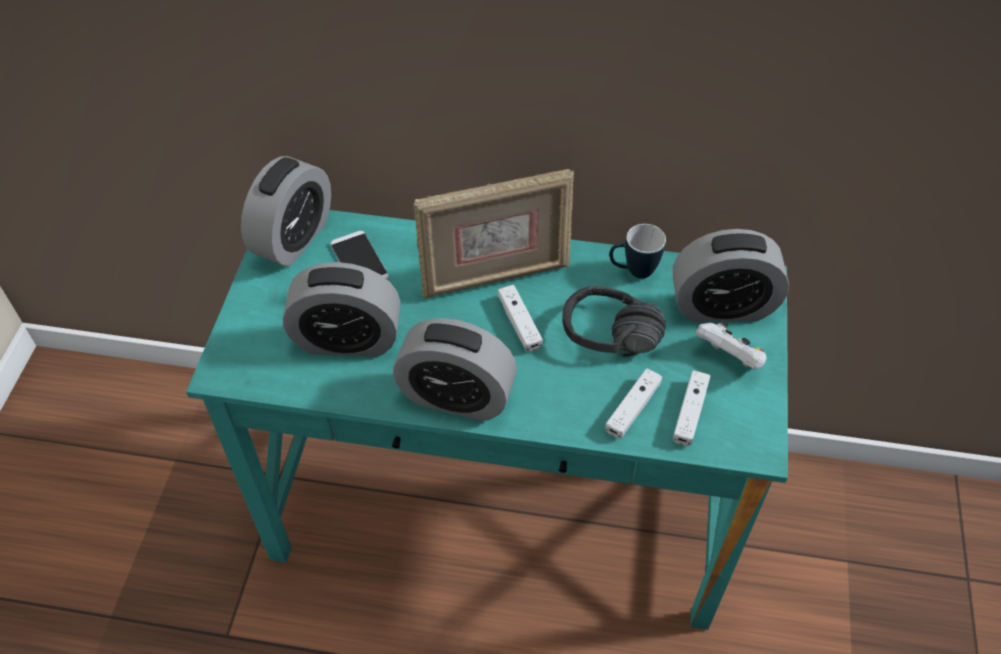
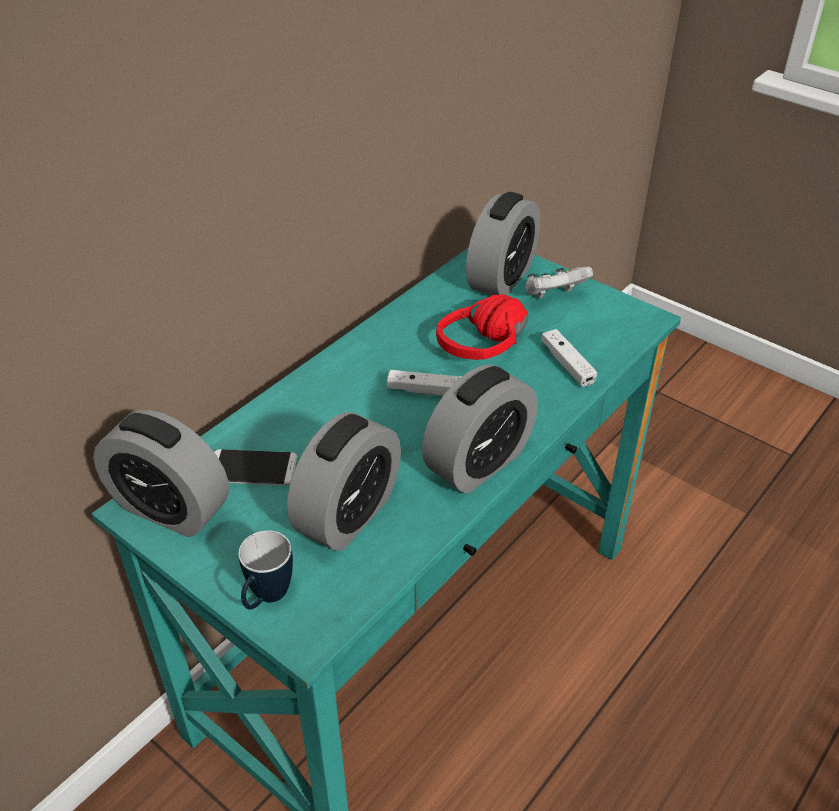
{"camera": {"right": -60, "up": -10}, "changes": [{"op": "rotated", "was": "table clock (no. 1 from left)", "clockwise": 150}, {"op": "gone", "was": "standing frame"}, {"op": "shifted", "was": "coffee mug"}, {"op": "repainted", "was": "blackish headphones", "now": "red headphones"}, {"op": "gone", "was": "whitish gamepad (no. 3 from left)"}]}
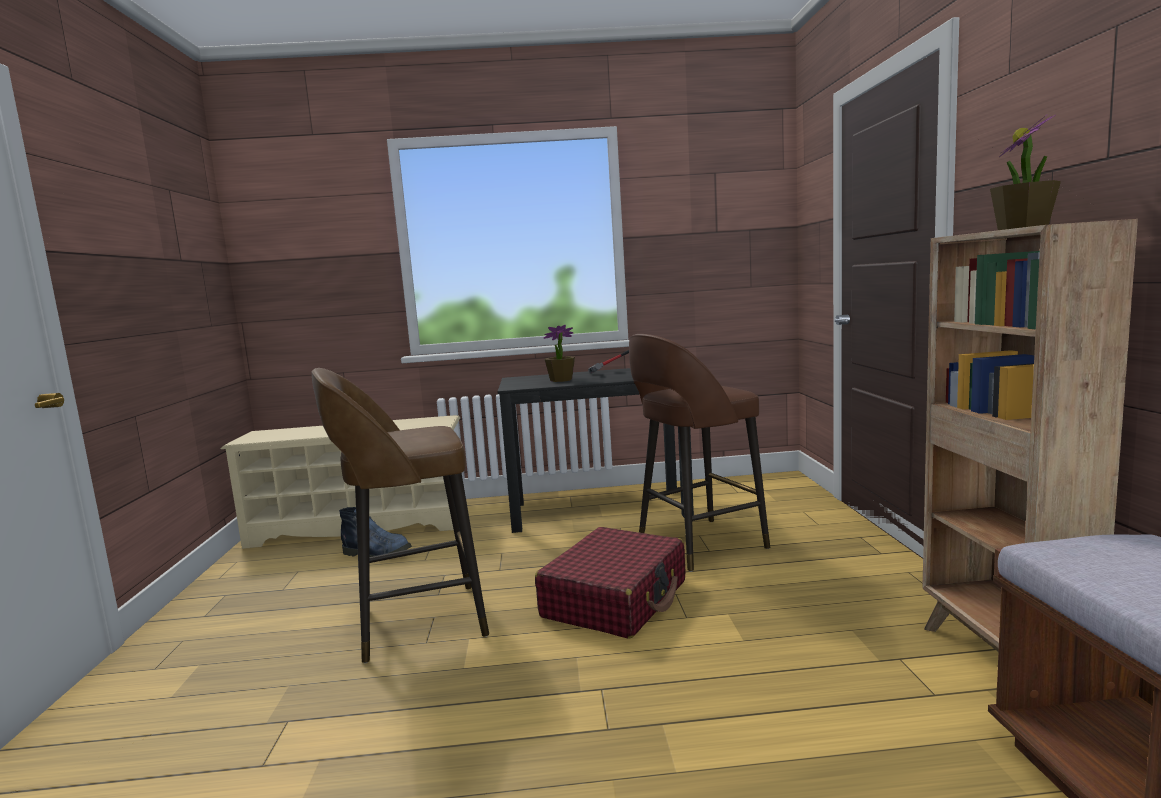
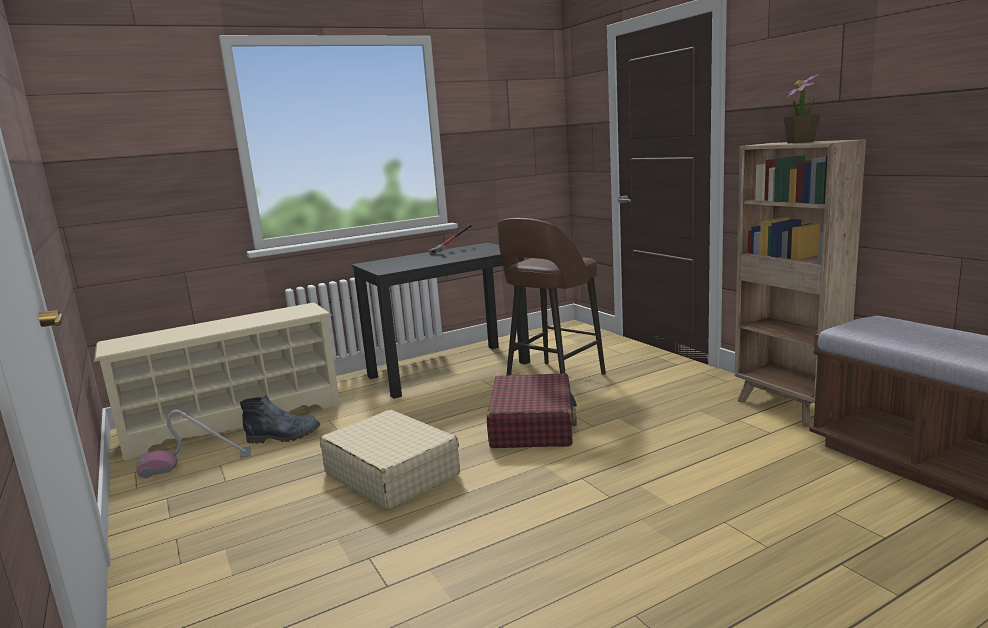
{"camera": {"right": -25, "up": 5}, "changes": [{"op": "gone", "was": "potted plant (no. 1 from left)"}, {"op": "swapped", "was": "brown stool (no. 1 from left)", "now": "beige-coloured travel case"}, {"op": "new", "now": "hoover"}]}
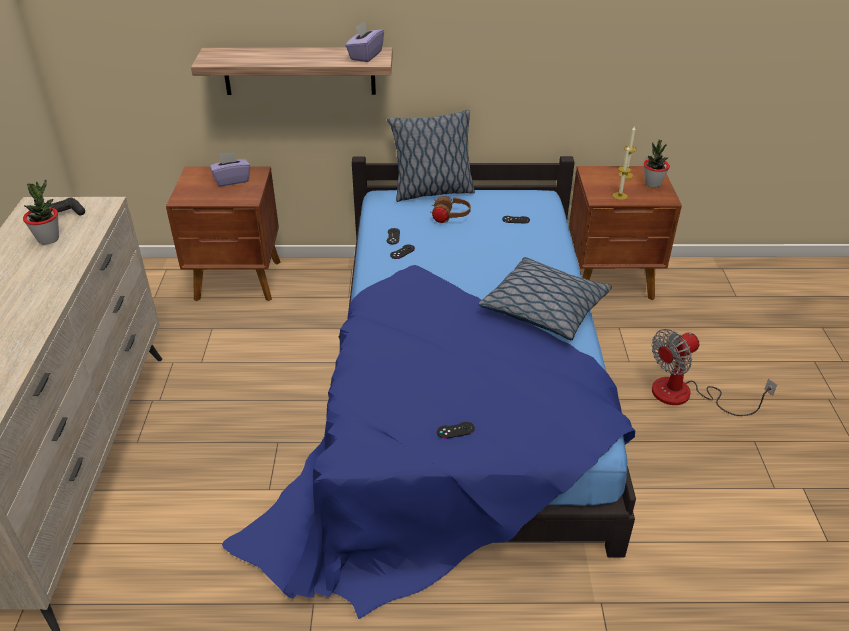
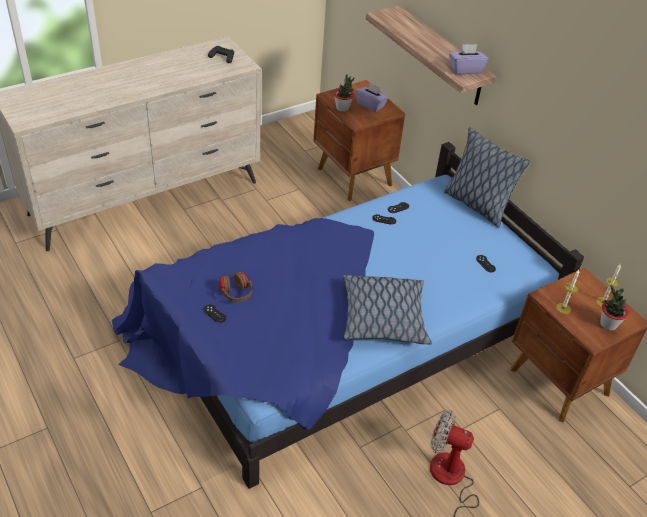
{"camera": {"right": 55, "up": 5}, "changes": [{"op": "shifted", "was": "potted plant (no. 1 from left)"}, {"op": "shifted", "was": "brown headphones"}]}
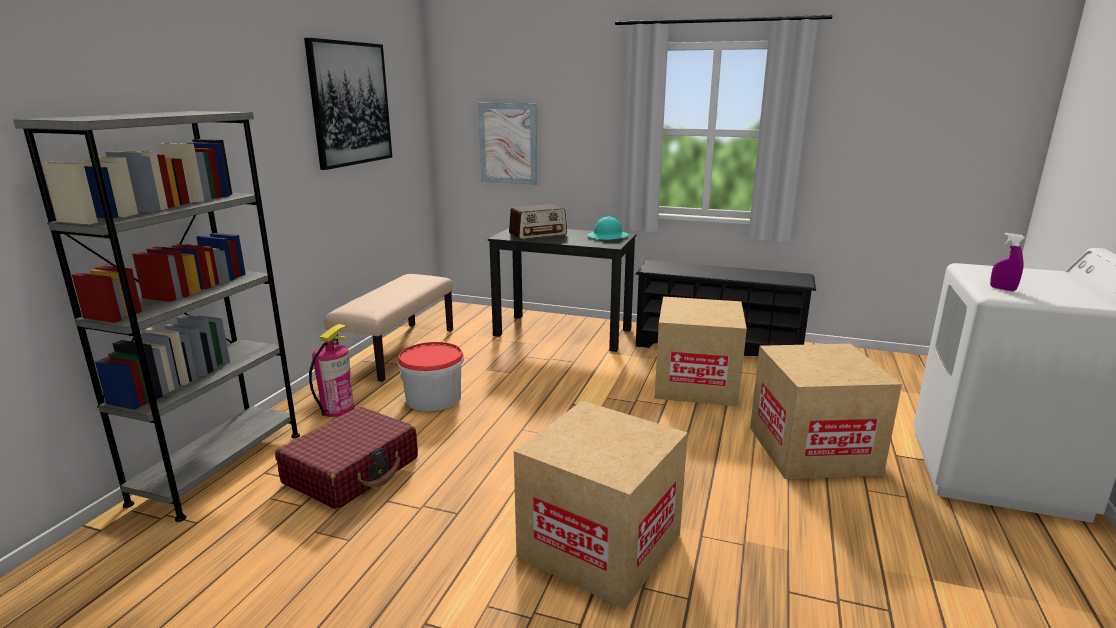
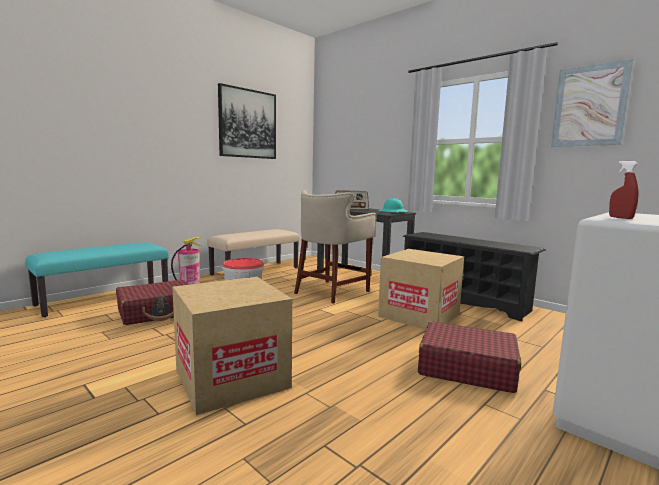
{"camera": {"right": 25, "up": -10}, "changes": [{"op": "shifted", "was": "wall picture (no. 2 from left)"}, {"op": "swapped", "was": "grey bookshelf", "now": "blue-green bench"}, {"op": "repainted", "was": "purple hand sprayer", "now": "red hand sprayer"}, {"op": "swapped", "was": "packing box (no. 3 from left)", "now": "red travel case (no. 2 from left)"}, {"op": "new", "now": "beige-coloured stool"}]}
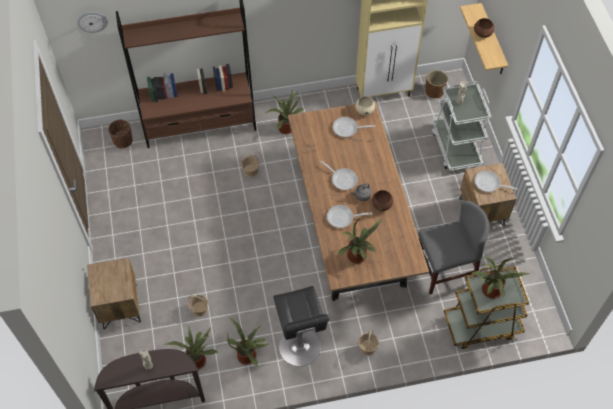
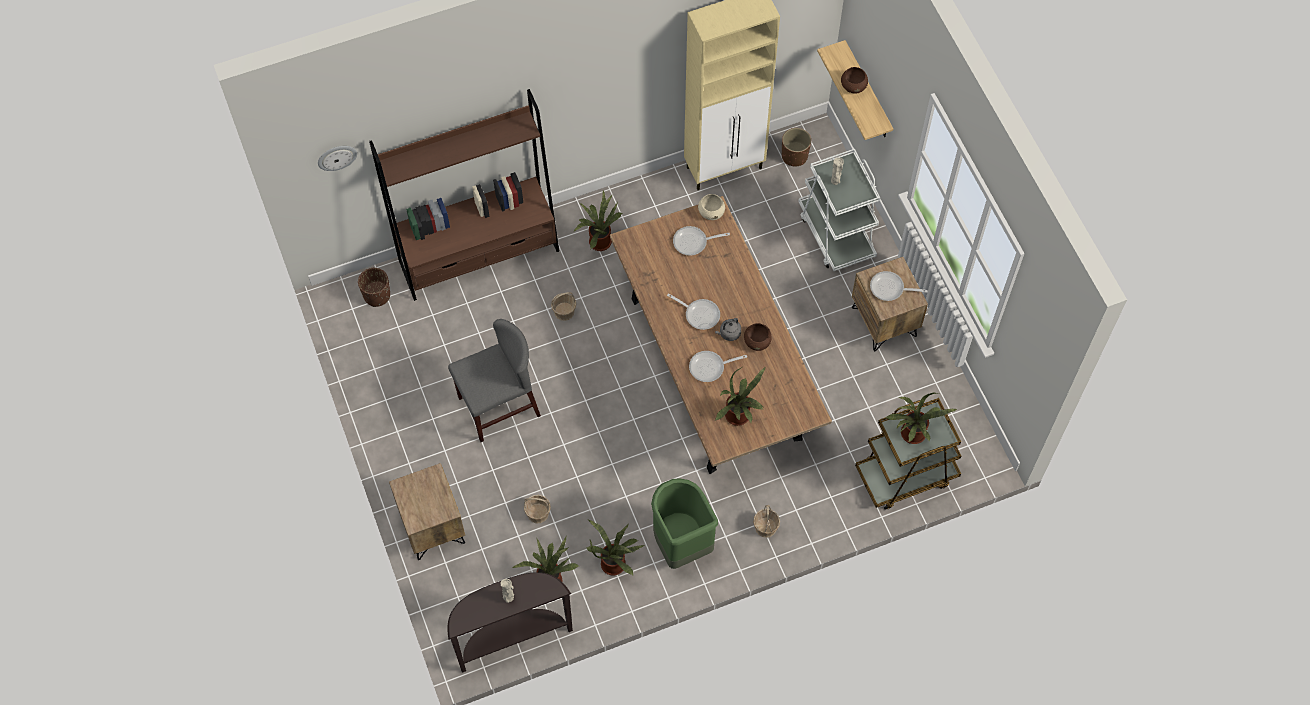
{"camera": {"right": -10, "up": 5}, "changes": [{"op": "shifted", "was": "grey plain chair"}, {"op": "swapped", "was": "blackish stool", "now": "green trash can"}]}
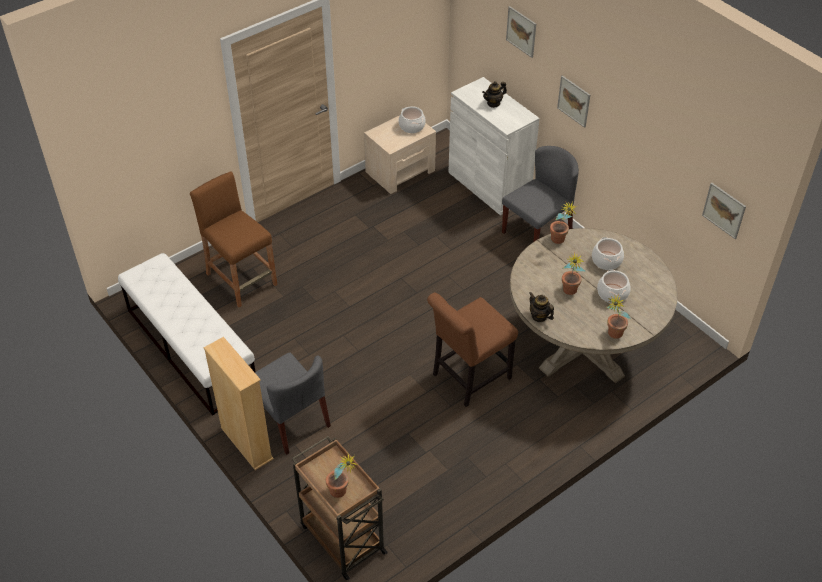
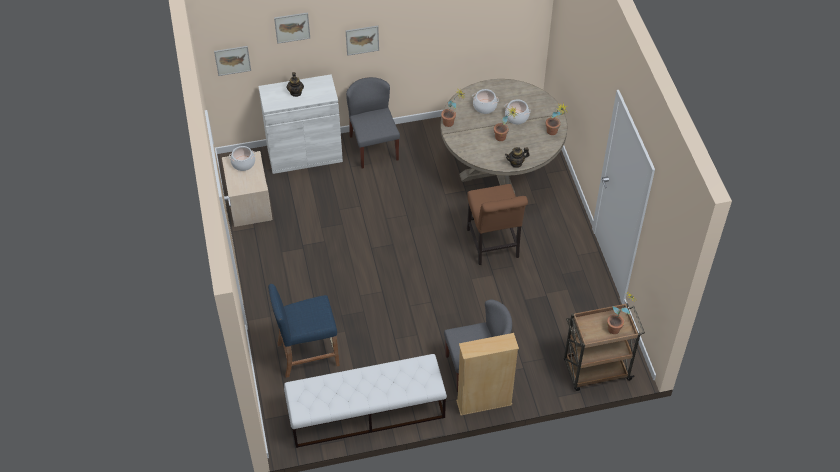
{"camera": {"right": -65, "up": 5}, "changes": [{"op": "repainted", "was": "brown stool", "now": "blue-coloured stool"}, {"op": "shifted", "was": "wall picture (no. 3 from left in the first image)", "now": "wall picture (no. 1 from left)"}]}
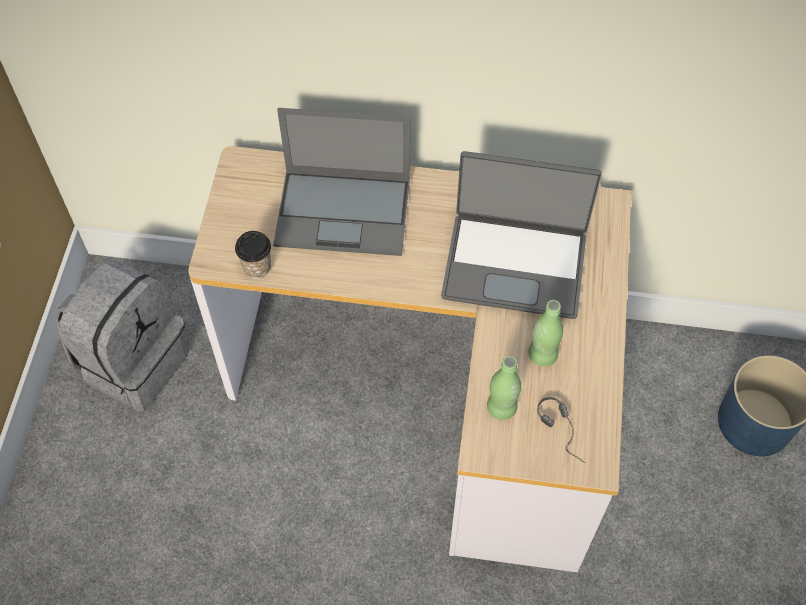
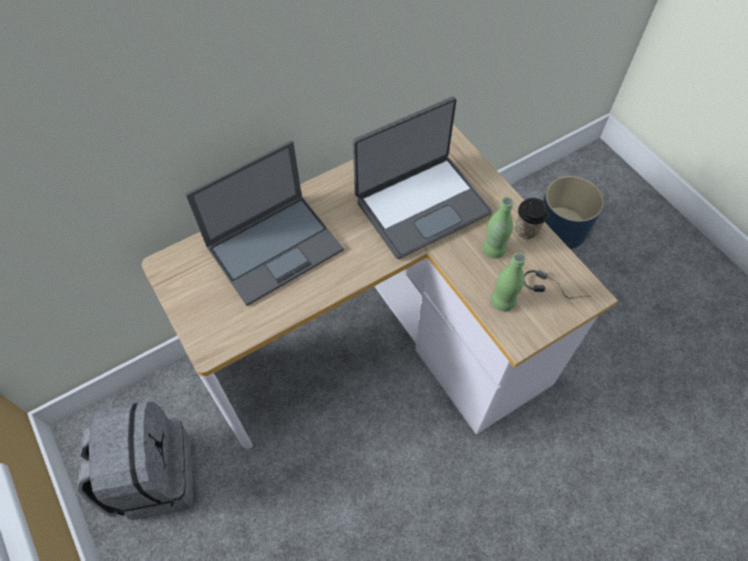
{"camera": {"right": -40, "up": 0}, "changes": [{"op": "shifted", "was": "cup"}]}
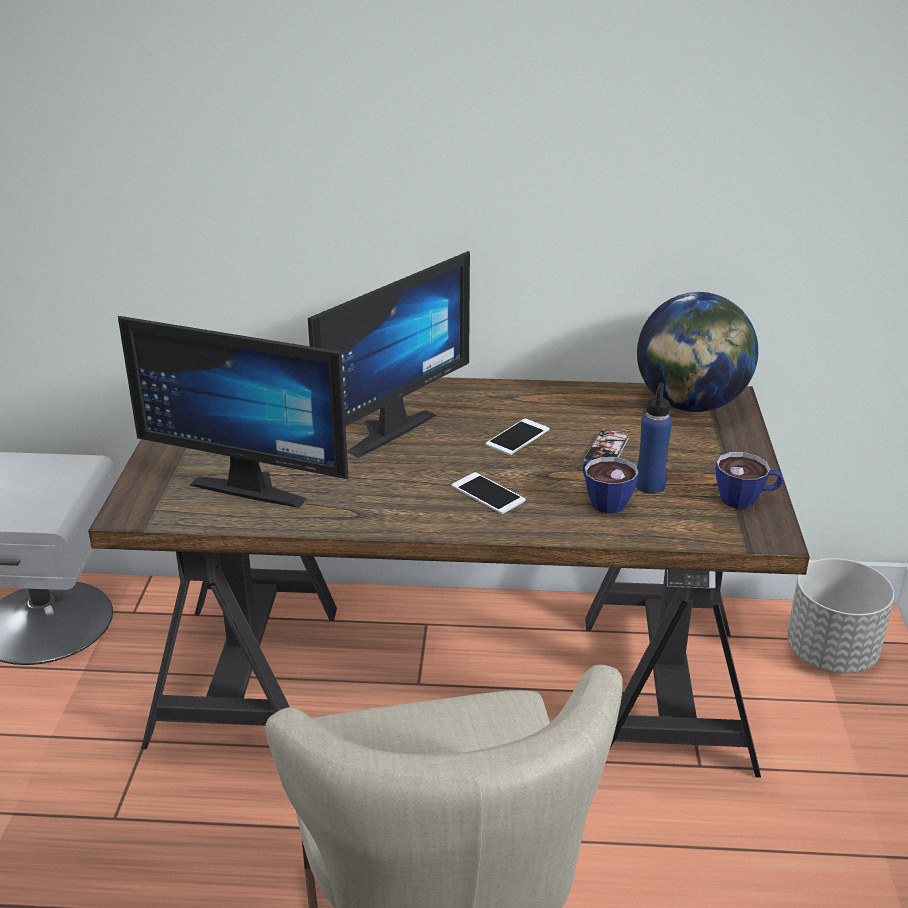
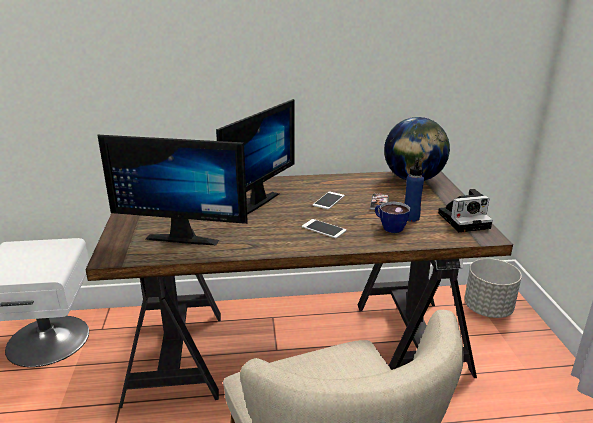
{"camera": {"right": -10, "up": -5}, "changes": [{"op": "swapped", "was": "cup (no. 2 from left)", "now": "still camera"}]}
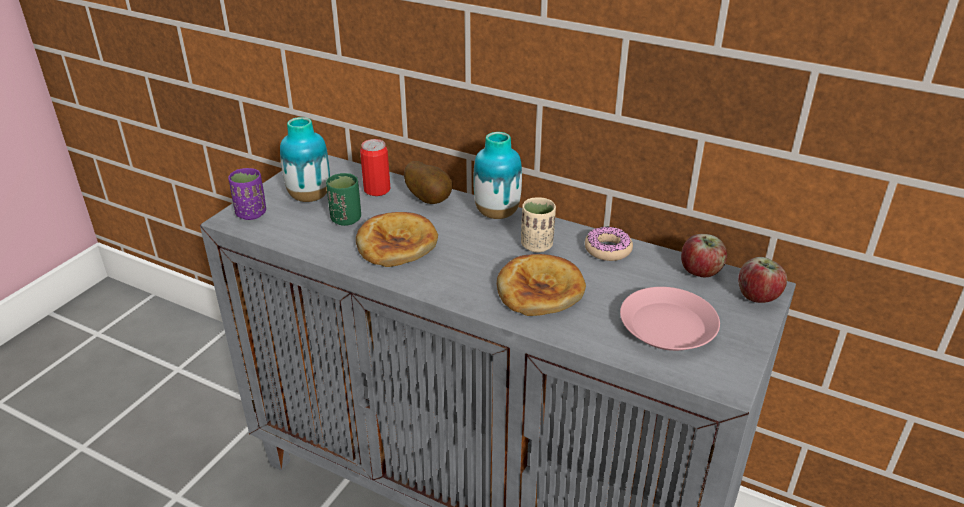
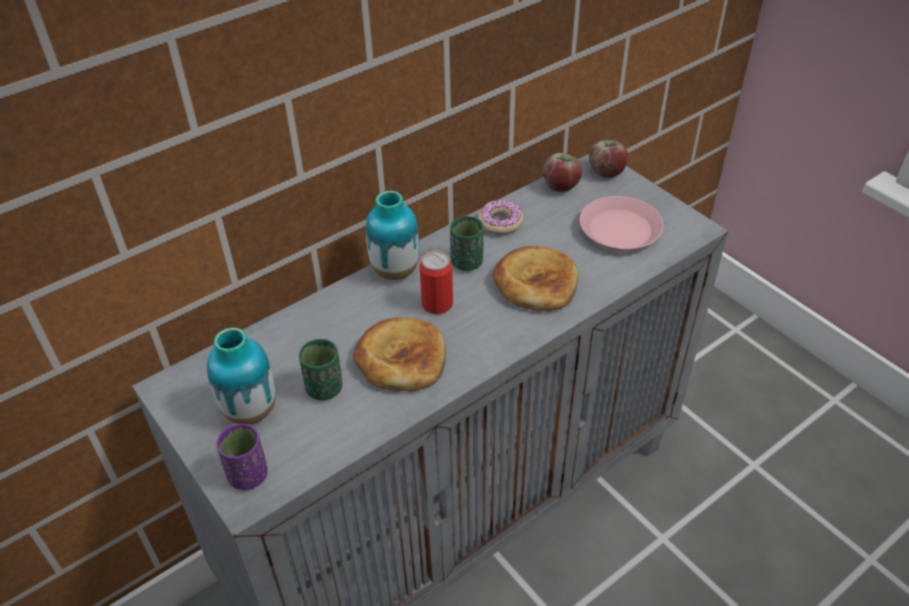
{"camera": {"right": -65, "up": 10}, "changes": [{"op": "shifted", "was": "metal can"}, {"op": "gone", "was": "whole potato"}, {"op": "repainted", "was": "beige-coloured cup", "now": "green cup (no. 2 from left)"}]}
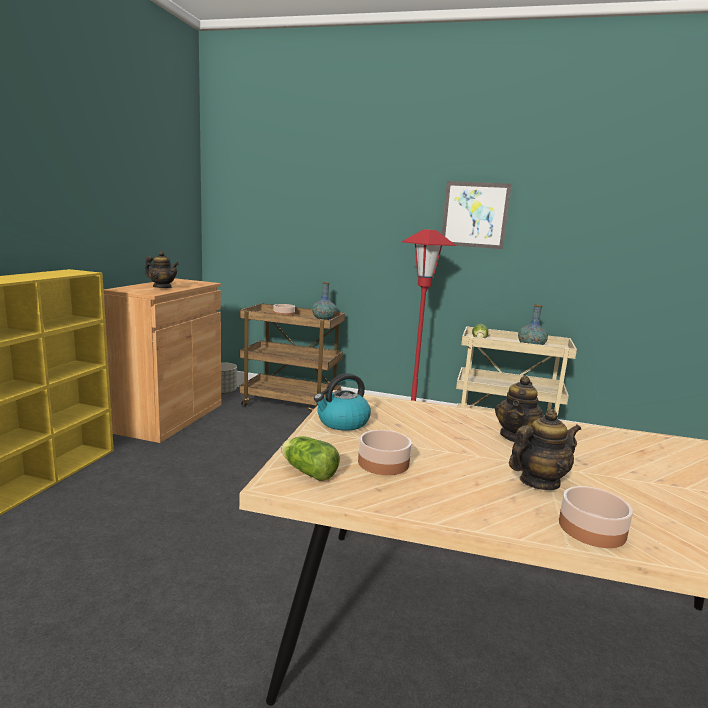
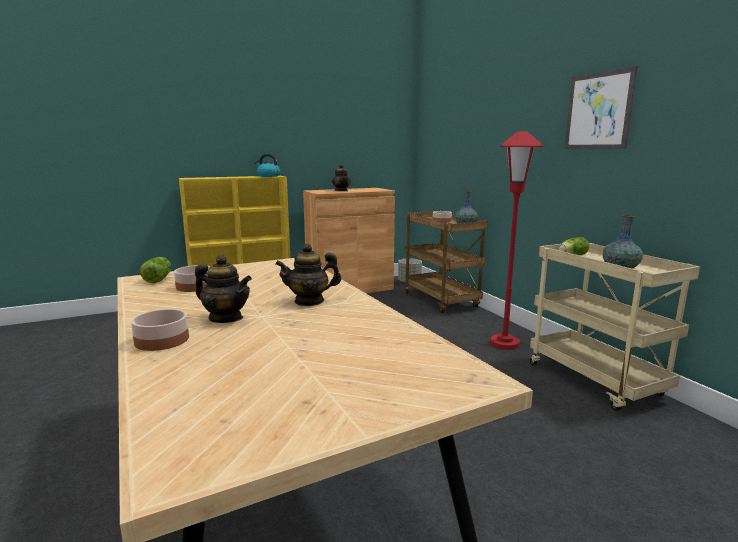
{"camera": {"right": 50, "up": 0}, "changes": [{"op": "shifted", "was": "kettle"}]}
